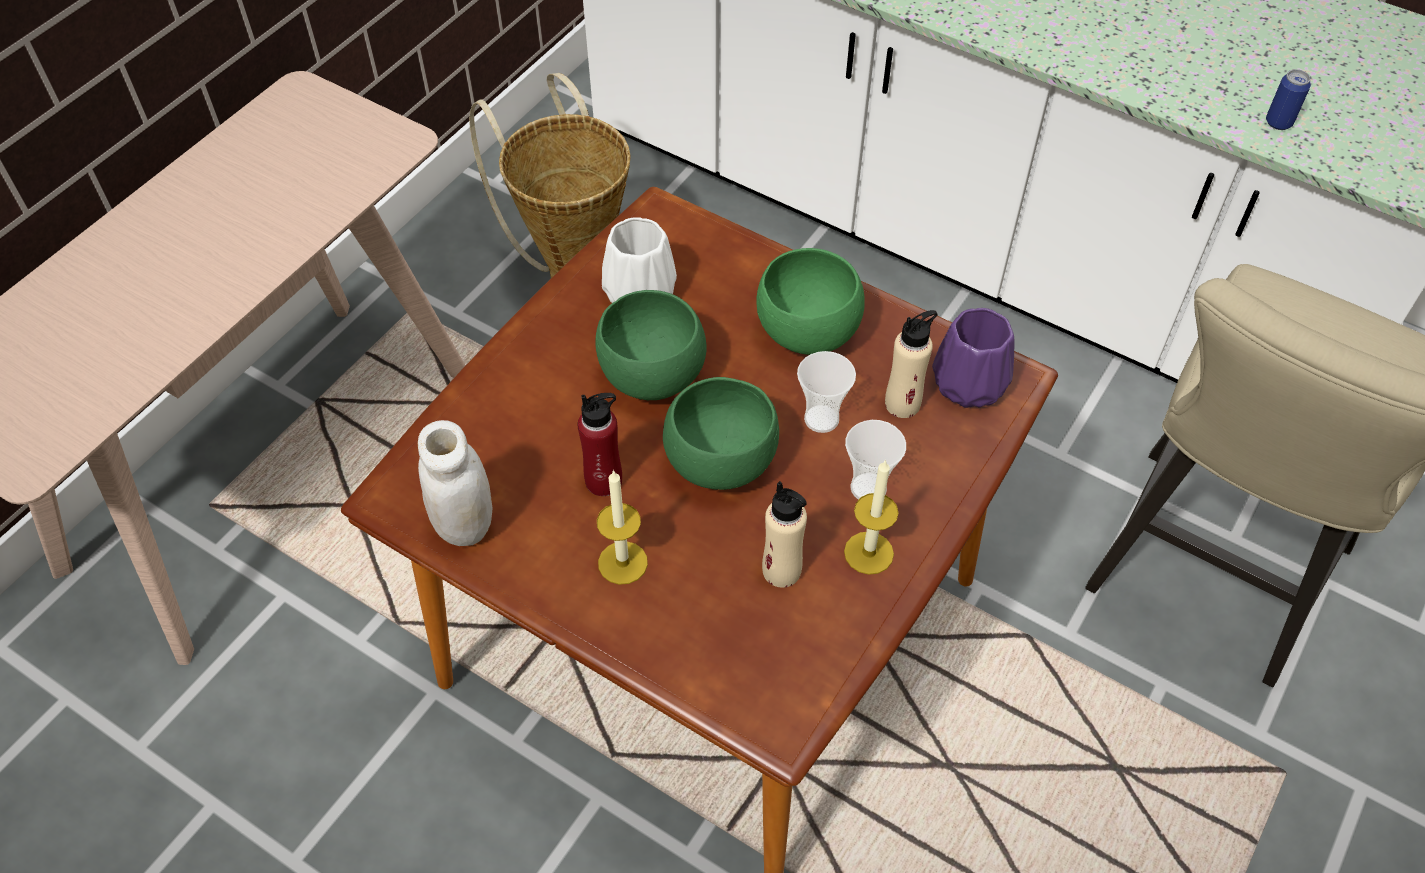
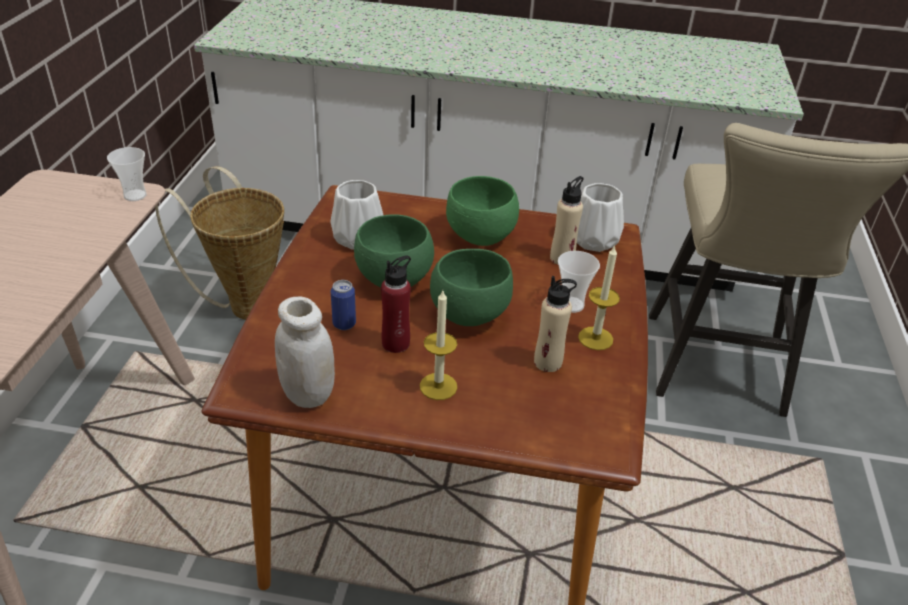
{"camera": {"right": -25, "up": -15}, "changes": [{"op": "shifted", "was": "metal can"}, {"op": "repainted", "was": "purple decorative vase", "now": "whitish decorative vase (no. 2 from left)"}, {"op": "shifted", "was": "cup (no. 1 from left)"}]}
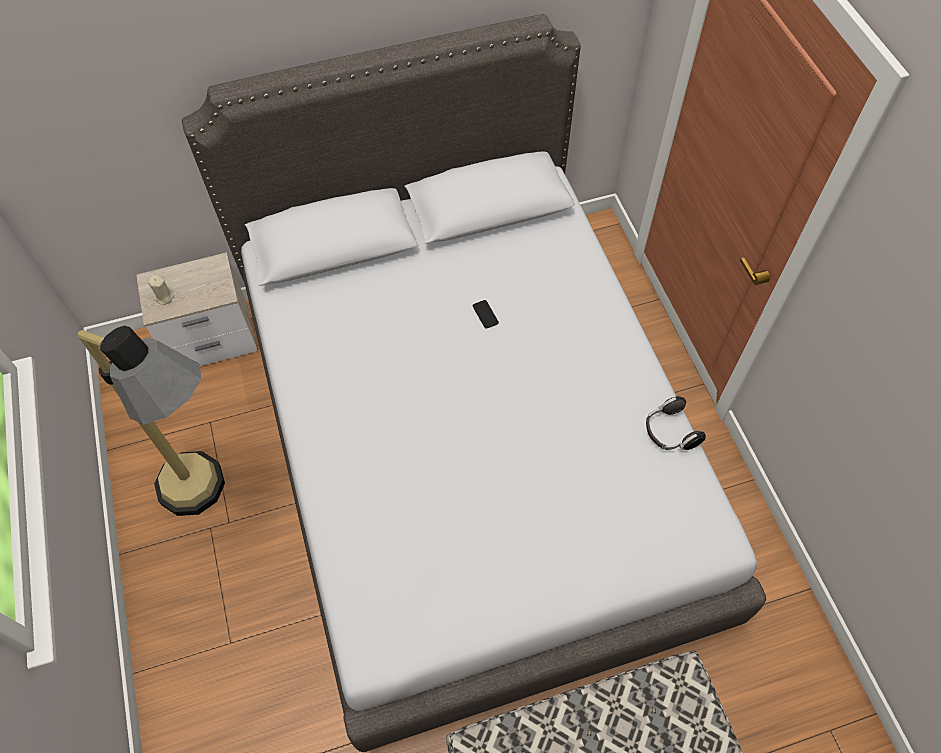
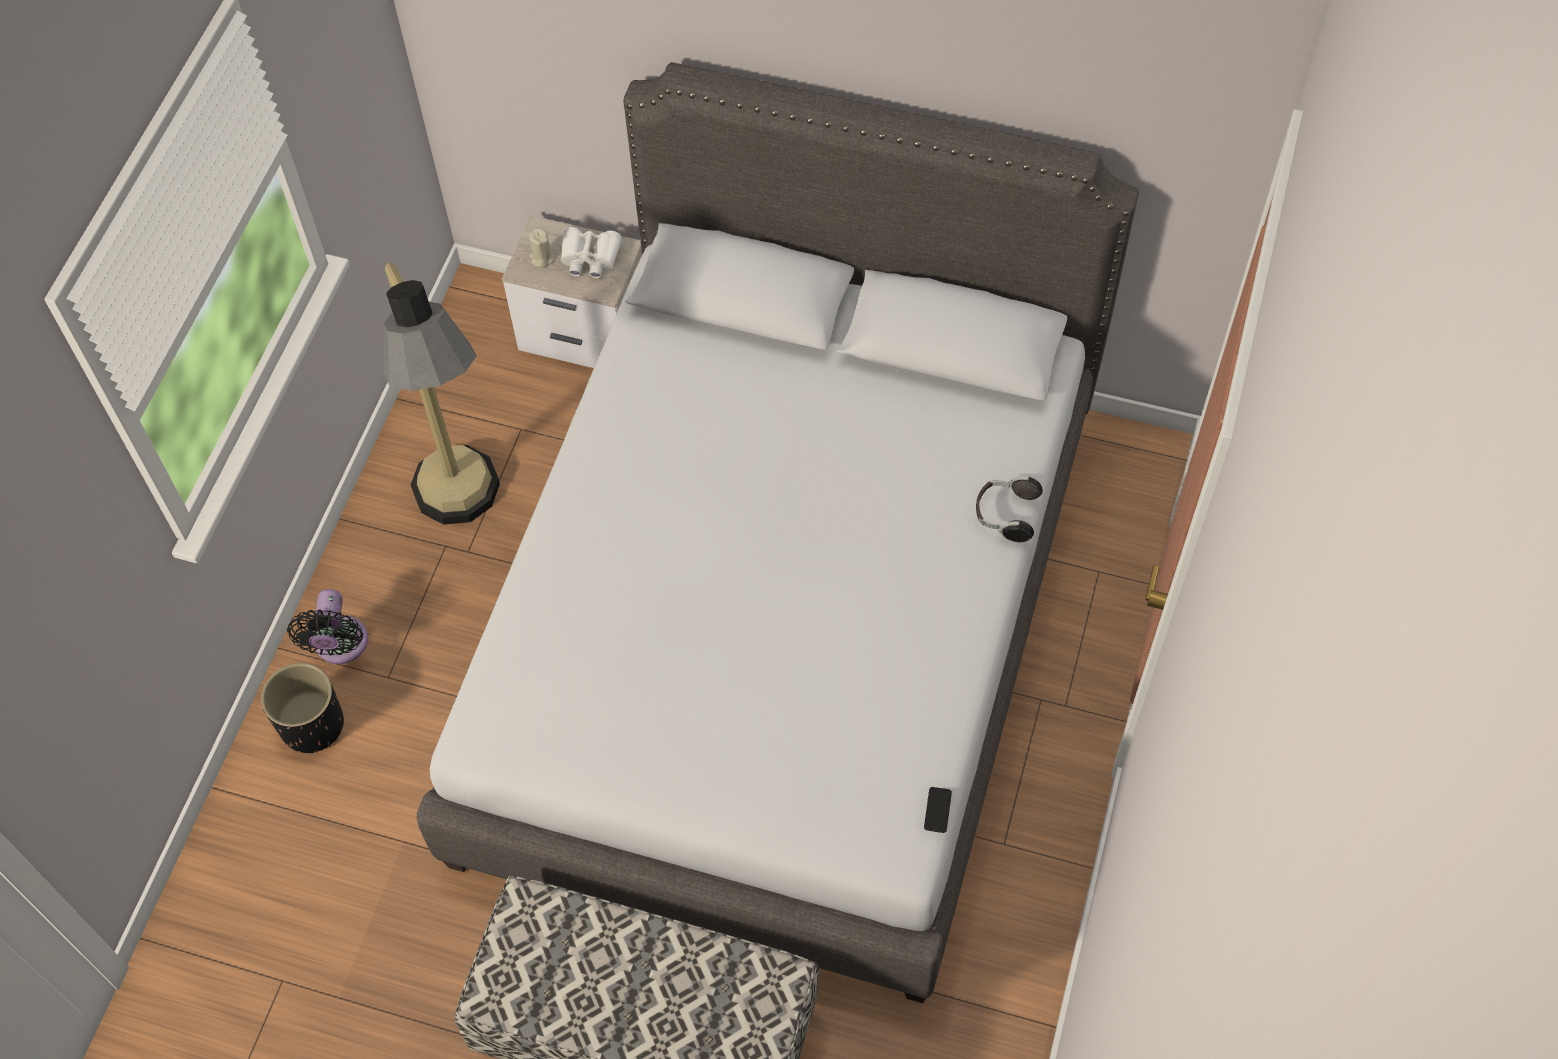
{"camera": {"right": 35, "up": 0}, "changes": [{"op": "shifted", "was": "telephone"}, {"op": "shifted", "was": "headphones"}, {"op": "new", "now": "whitish pair of binoculars"}, {"op": "new", "now": "blackish fan"}, {"op": "new", "now": "blackish plant pot"}]}
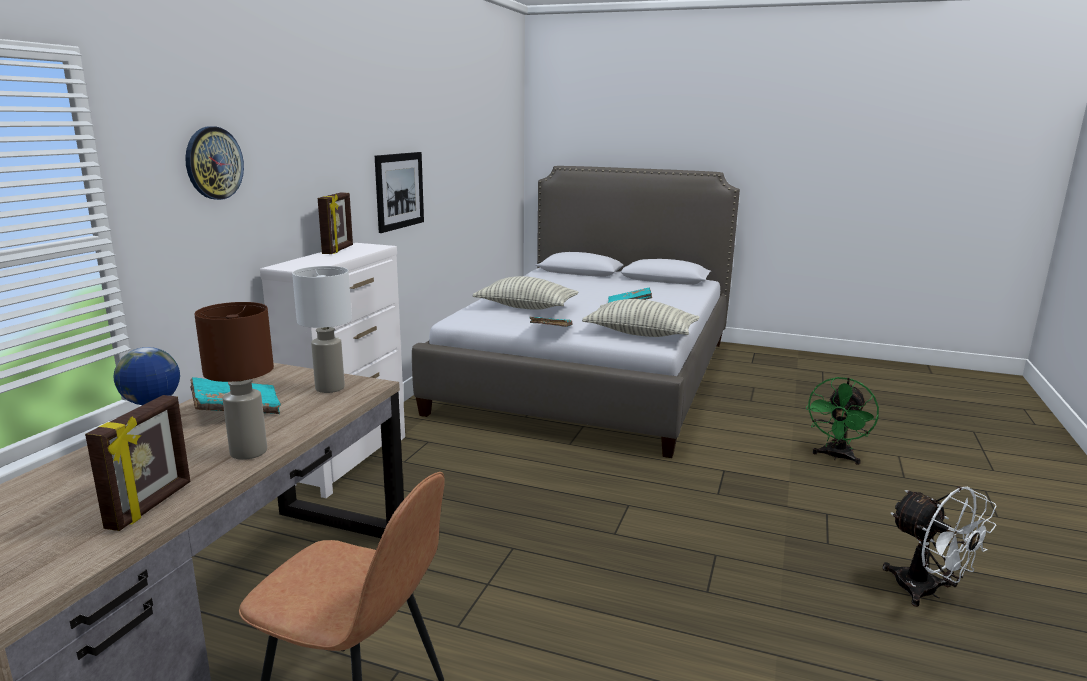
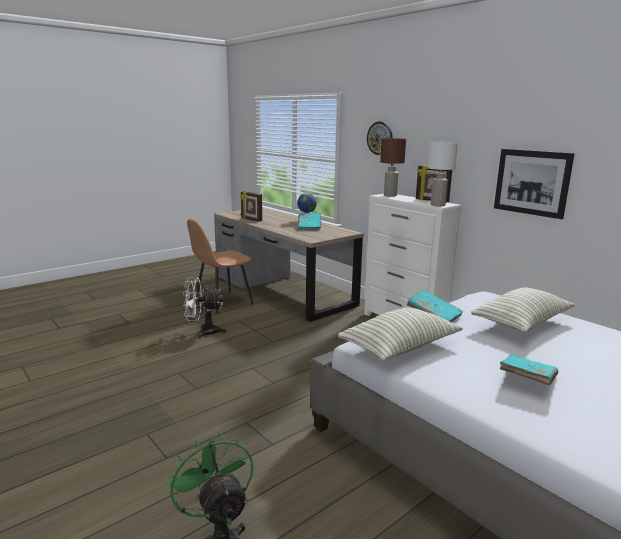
{"camera": {"right": 120, "up": 0}, "changes": [{"op": "shifted", "was": "whitish lamp for a table"}, {"op": "shifted", "was": "brown lamp for a table"}, {"op": "shifted", "was": "whitish fan"}]}
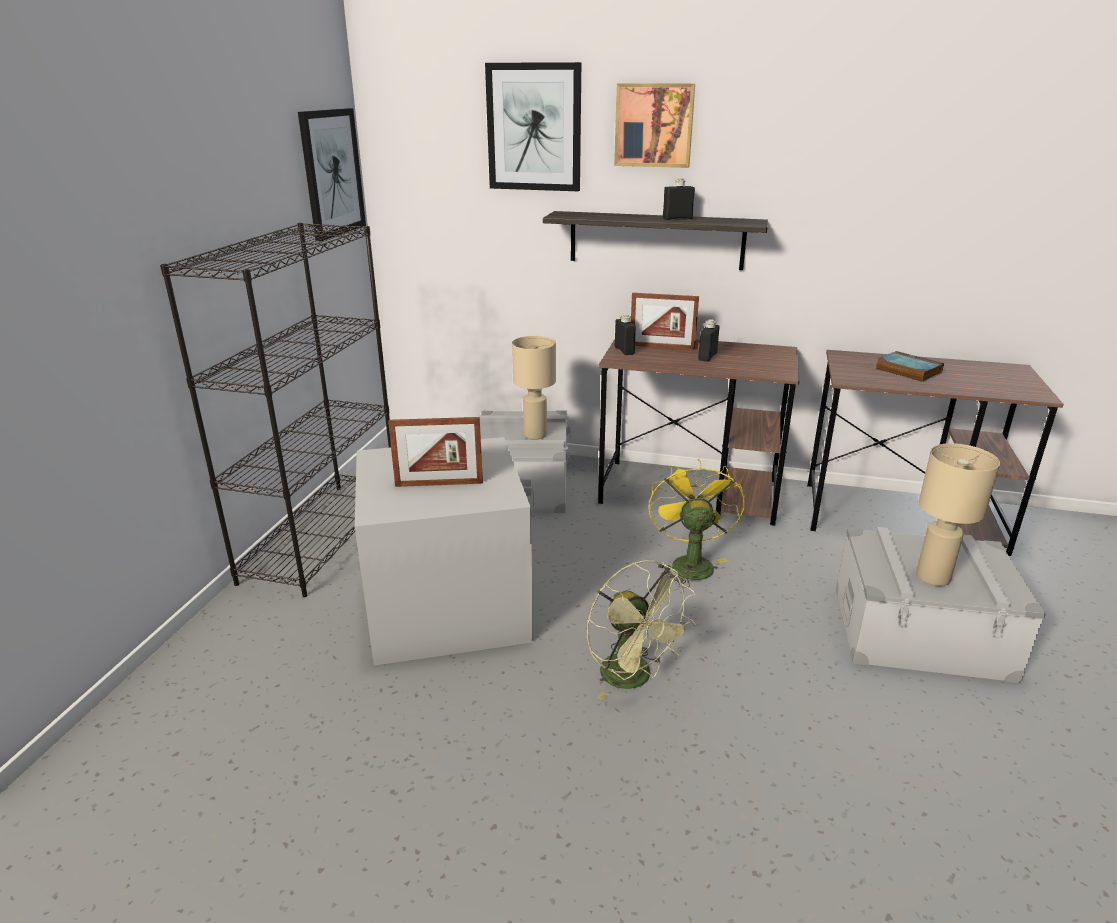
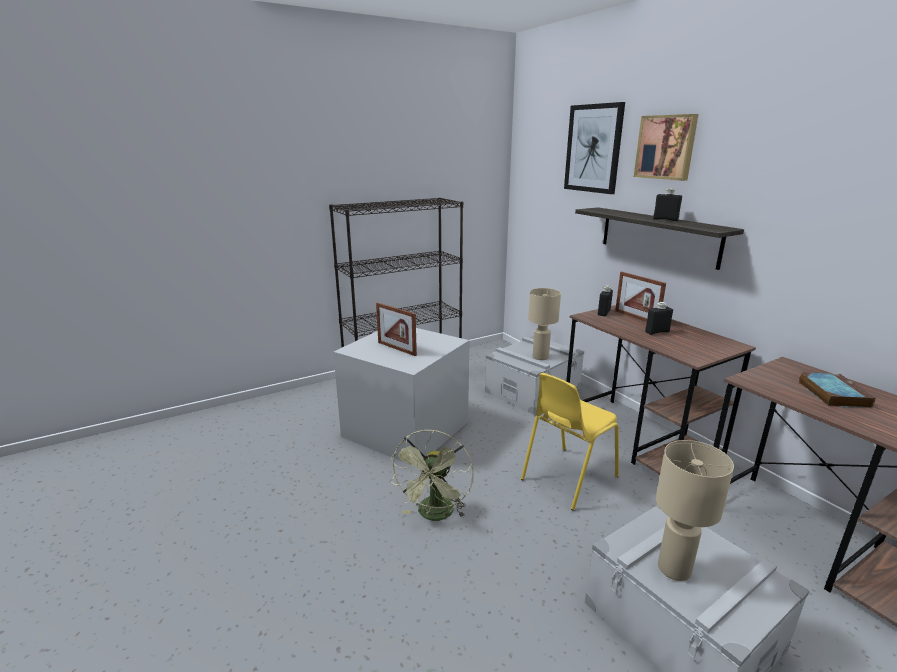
{"camera": {"right": 45, "up": -5}, "changes": [{"op": "gone", "was": "wall picture (no. 1 from left)"}, {"op": "swapped", "was": "yellow-coloured fan", "now": "yellow-coloured plain chair"}]}
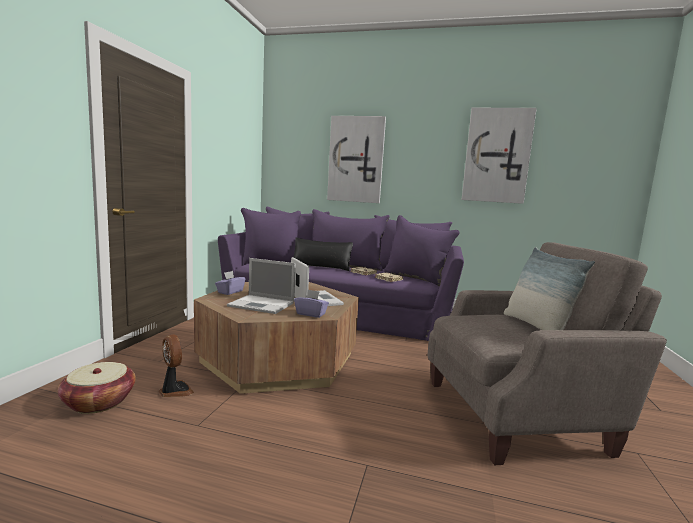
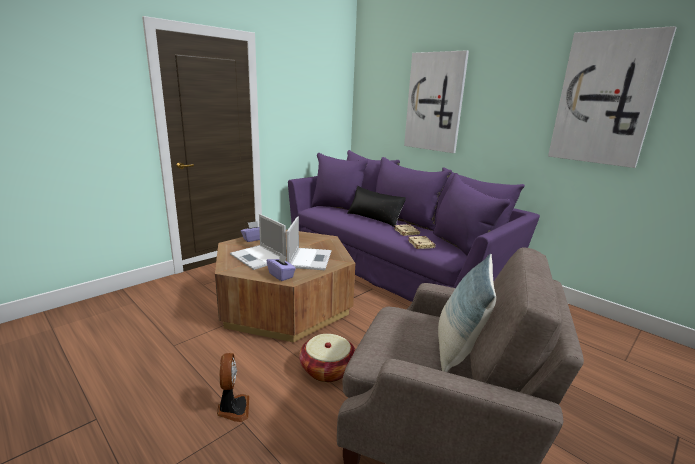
{"camera": {"right": 30, "up": 10}, "changes": [{"op": "shifted", "was": "fan"}, {"op": "shifted", "was": "household basket"}]}
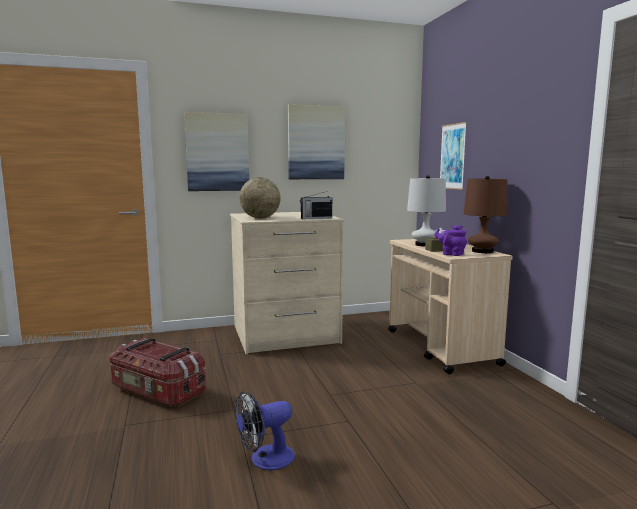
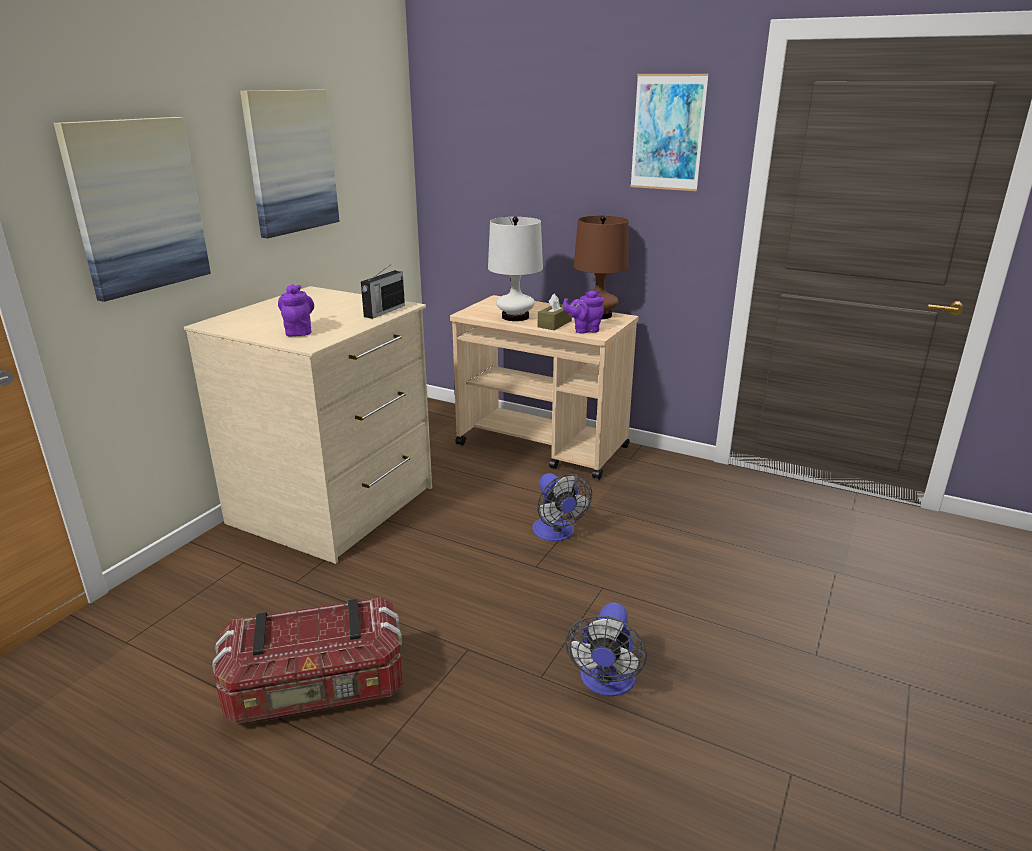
{"camera": {"right": -45, "up": 15}, "changes": [{"op": "shifted", "was": "wall picture (no. 3 from left)"}, {"op": "swapped", "was": "globe", "now": "purple tea pot (no. 1 from left)"}, {"op": "new", "now": "fan (no. 1 from left)"}]}
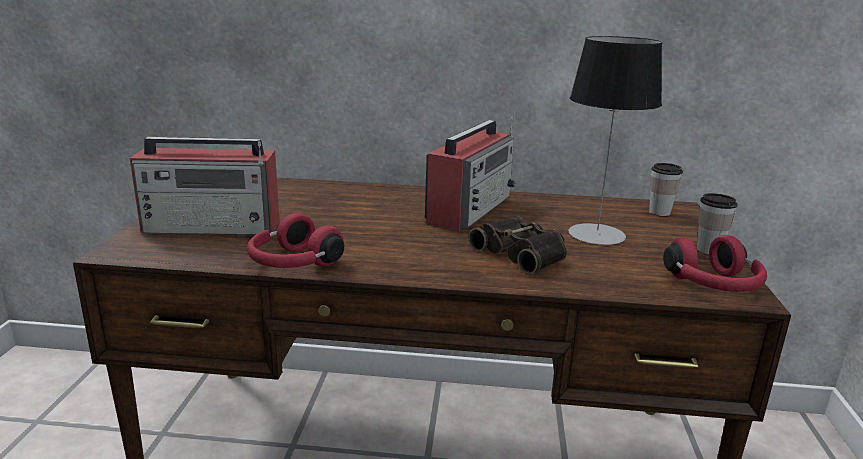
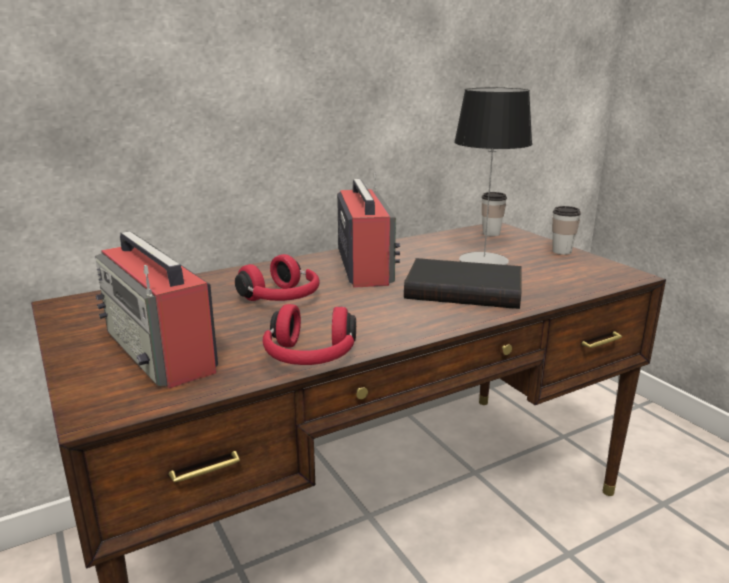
{"camera": {"right": -35, "up": 0}, "changes": [{"op": "rotated", "was": "radio set (no. 1 from left)", "clockwise": 90}, {"op": "swapped", "was": "pair of binoculars", "now": "blackish volume"}, {"op": "shifted", "was": "red headphones (no. 2 from left in the first image)", "now": "red headphones (no. 1 from left)"}]}
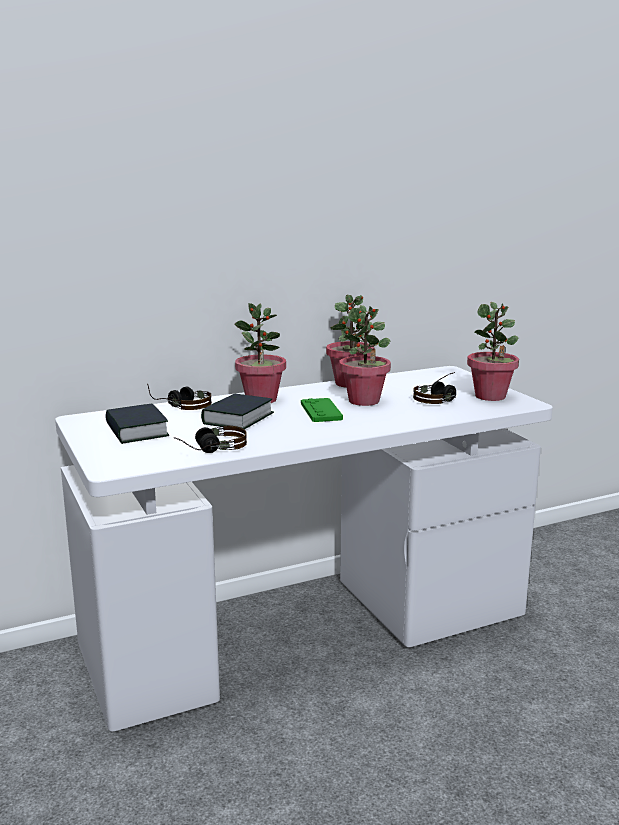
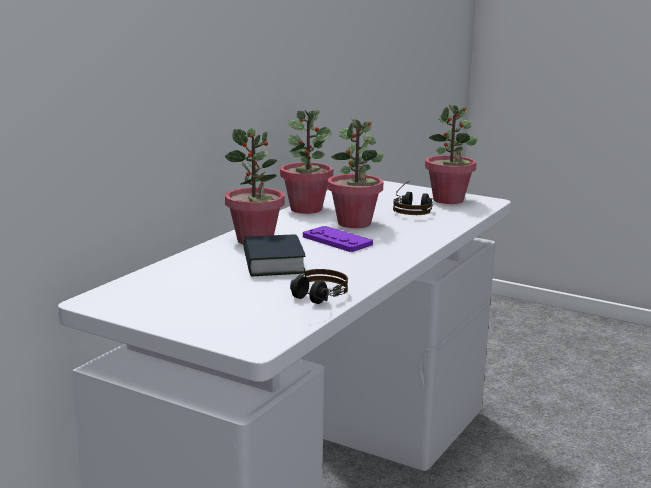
{"camera": {"right": -35, "up": 0}, "changes": [{"op": "gone", "was": "headphones (no. 1 from left)"}, {"op": "repainted", "was": "green gamepad", "now": "purple gamepad"}, {"op": "gone", "was": "volume (no. 1 from left)"}]}
